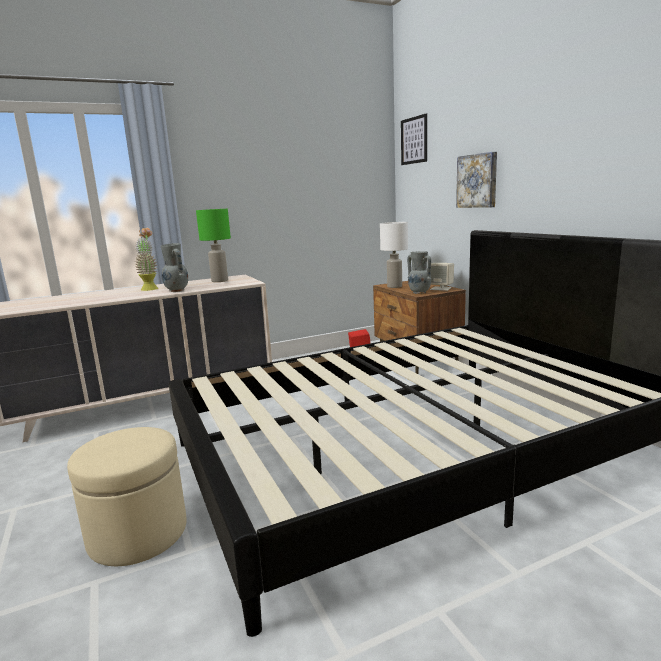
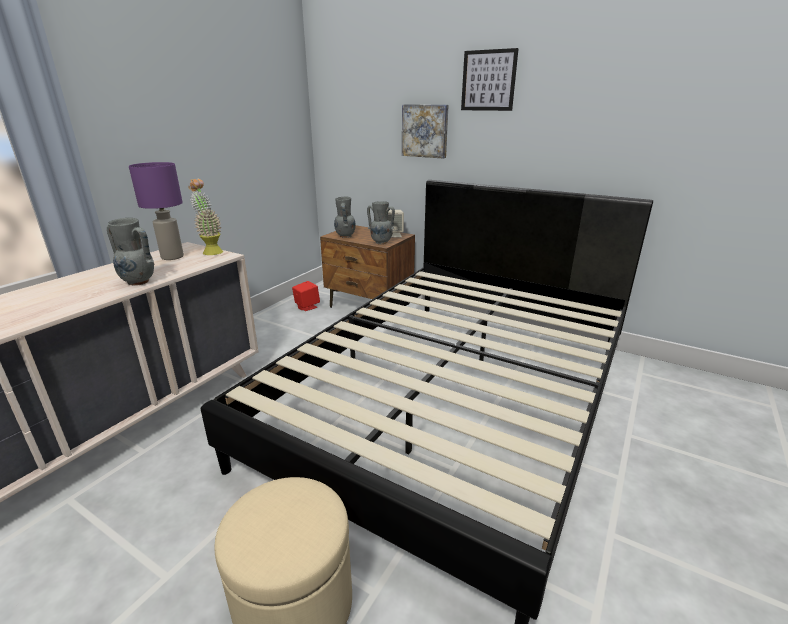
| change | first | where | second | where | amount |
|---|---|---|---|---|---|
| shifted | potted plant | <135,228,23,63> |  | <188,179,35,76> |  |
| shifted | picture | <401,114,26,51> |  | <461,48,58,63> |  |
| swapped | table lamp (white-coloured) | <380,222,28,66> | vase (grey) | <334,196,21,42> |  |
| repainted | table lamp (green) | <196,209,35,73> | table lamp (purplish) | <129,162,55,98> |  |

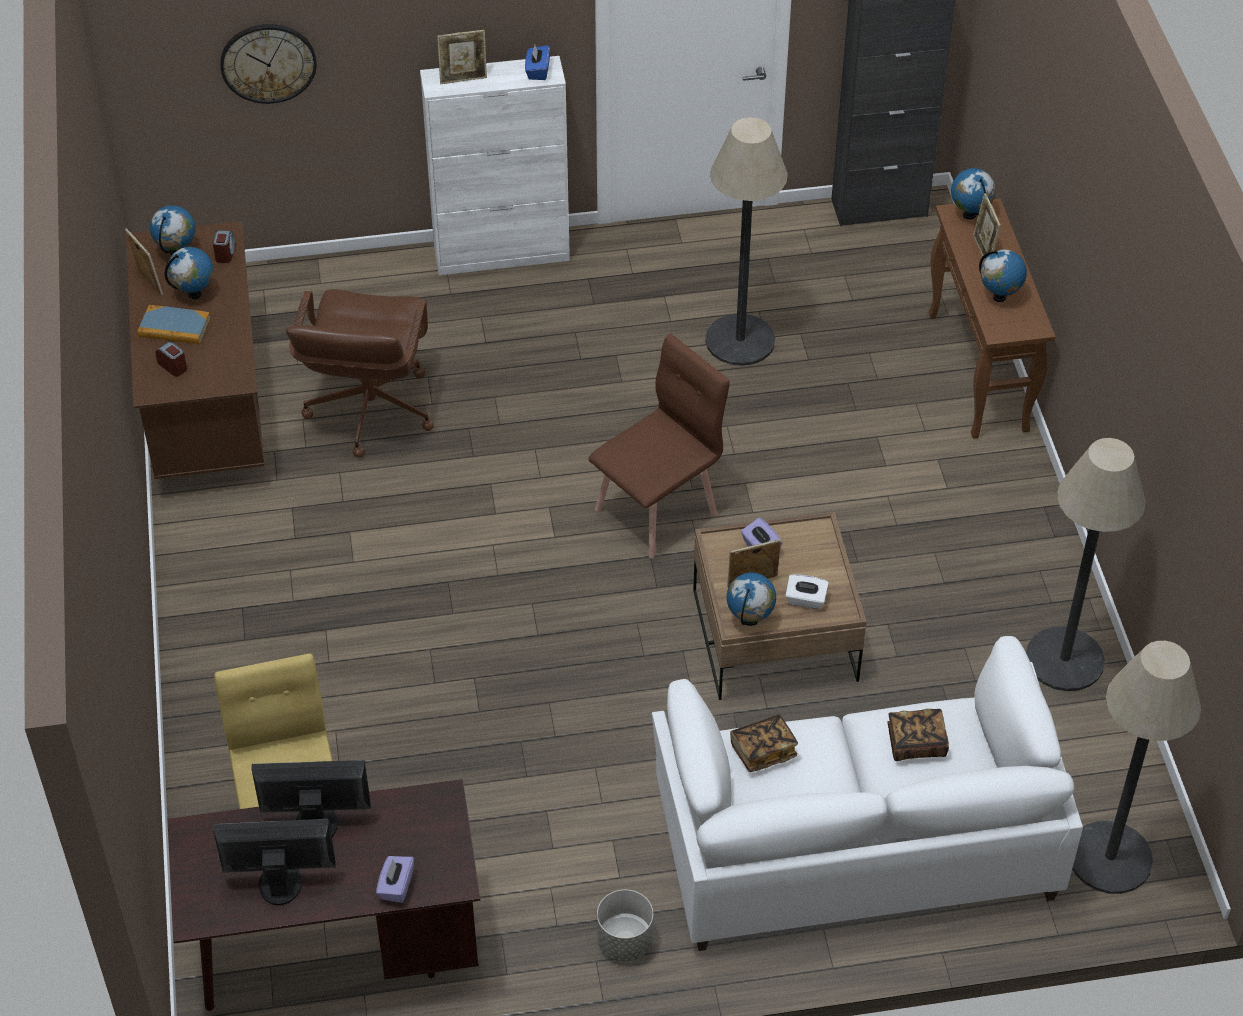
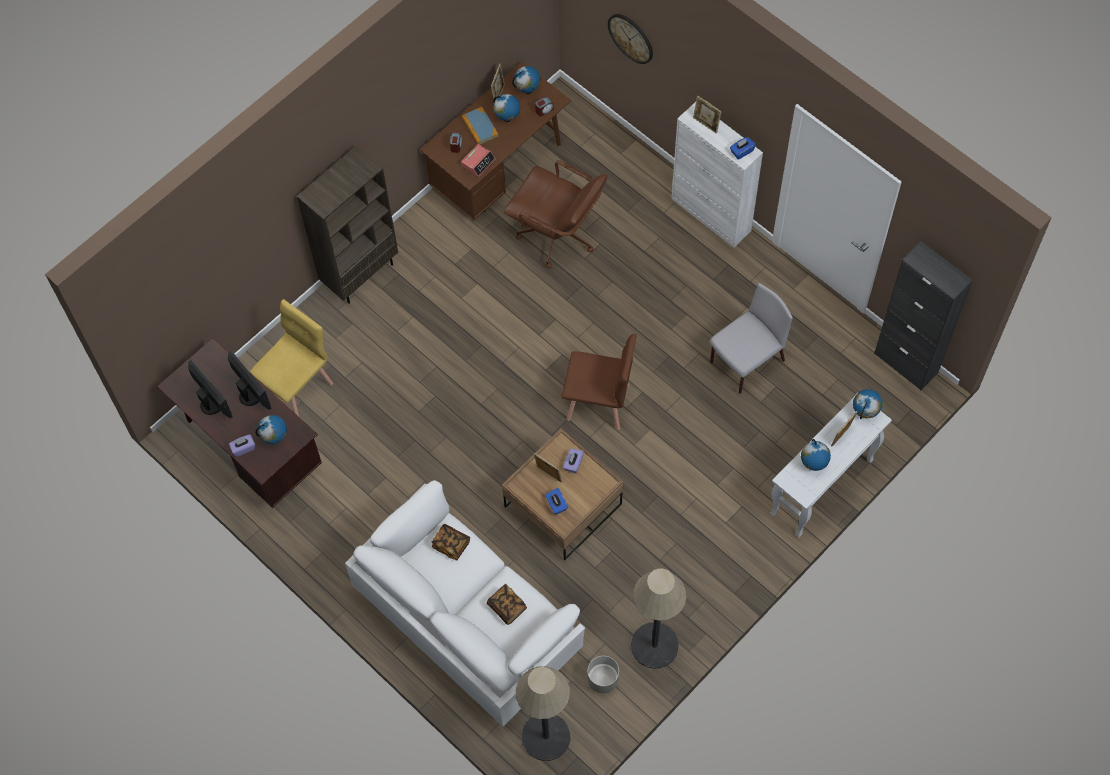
| change | first | where | second | where | amount |
|---|---|---|---|---|---|
| new |  |  | shelving unit (brown-coloured) | <297,146,101,158> |  |
| new |  |  | alarm clock | <461,144,35,33> |  |
| shifted | flower pot (grey) | <597,889,56,73> |  | <587,656,32,38> |  |
| shifted | desk globe | <727,573,49,53> |  | <256,415,31,29> |  |
| swapped | floor lamp | <705,117,83,249> | upright chair (grey) | <710,283,83,111> |  |
| repainted | tissue box (white-coloured) | <785,574,44,35> | tissue box (bluish) | <546,488,22,26> |  |
| repainted | narrow table (brown-coloured) | <929,199,126,240> | narrow table (white-coloured) | <770,395,122,142> |  |
| rotated | desk chair (brown-coloured) | <286,289,148,169> |  | <504,160,103,108> | 120 degrees counterclockwise |

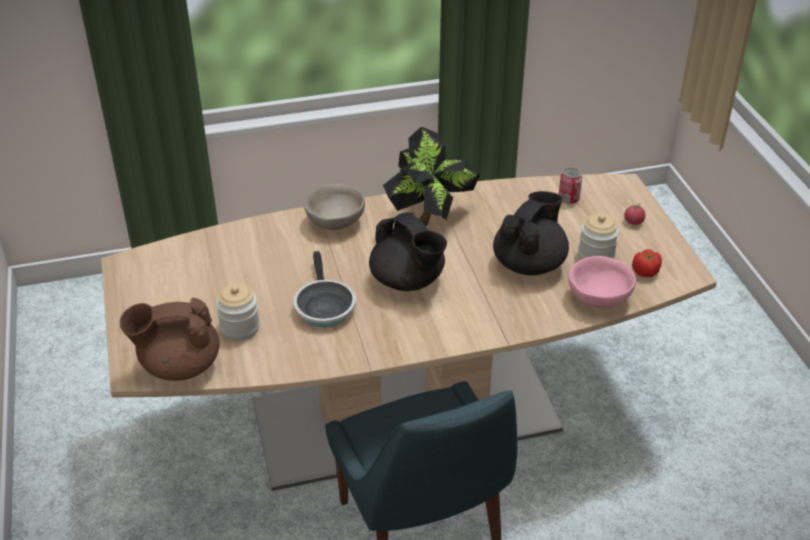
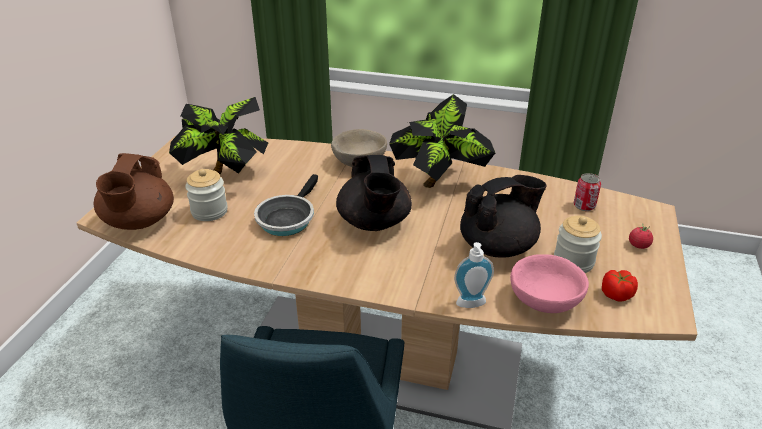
| change | first | where | second | where | amount |
|---|---|---|---|---|---|
| new |  |  | potted plant | <169,97,99,77> |  |
| new |  |  | soap bottle | <454,242,40,66> |  |
| rotated | teapot (brown-coloured) | <120,298,100,83> |  | <94,153,80,77> | 105 degrees counterclockwise |

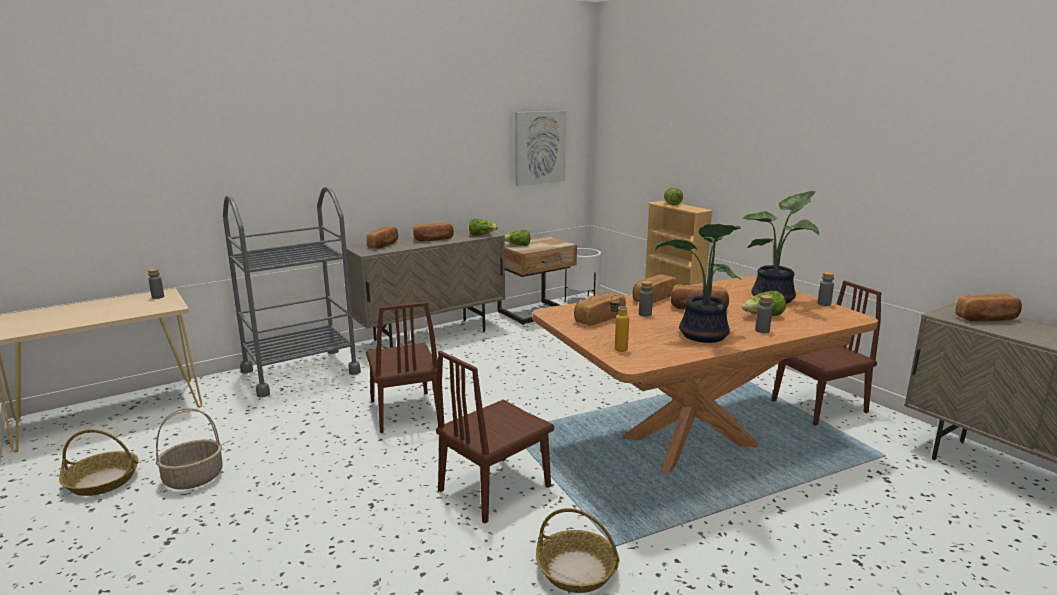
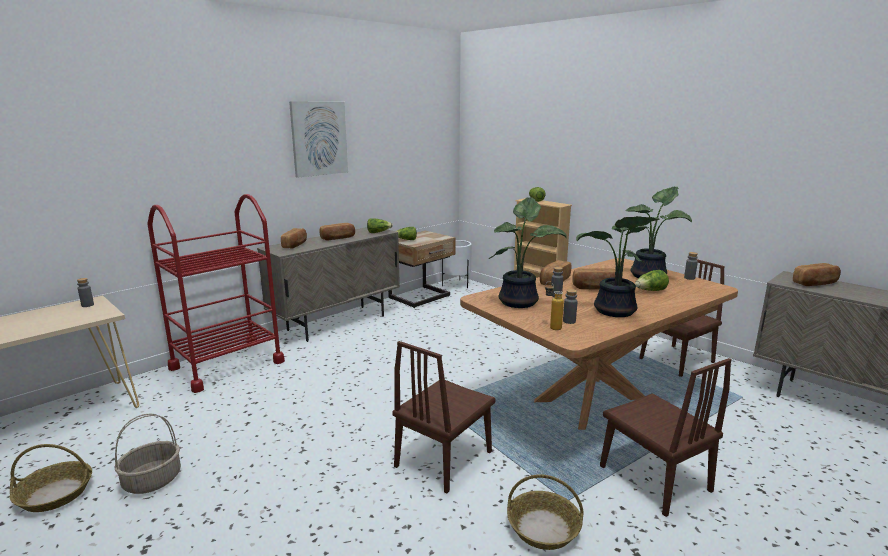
| change | first | where | second | where | amount |
|---|---|---|---|---|---|
| shifted | upright chair (brown-coloured) | <366,302,72,131> |  | <600,358,132,159> |  |
| shifted | picture | <515,111,51,75> |  | <289,102,59,75> |  |
| shifted | bottle (grey) | <755,295,17,38> |  | <563,289,14,35> |  |
| swapped | bakery bread | <574,292,52,34> | potted plant | <489,197,78,111> |  |
| repainted | cart (grey) | <223,187,138,210> | cart (red) | <147,194,138,199> |  |

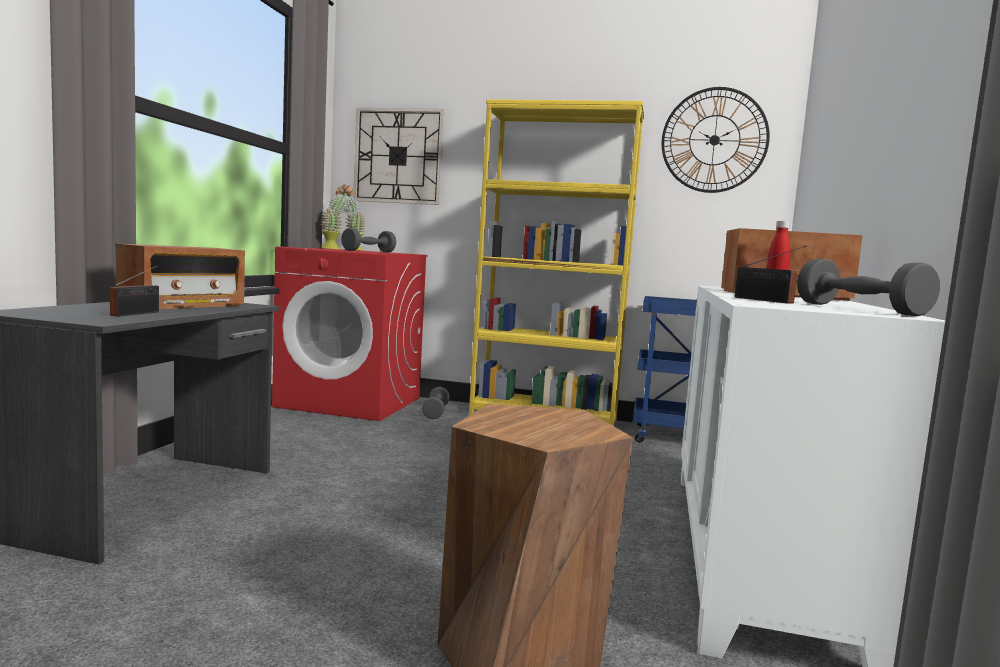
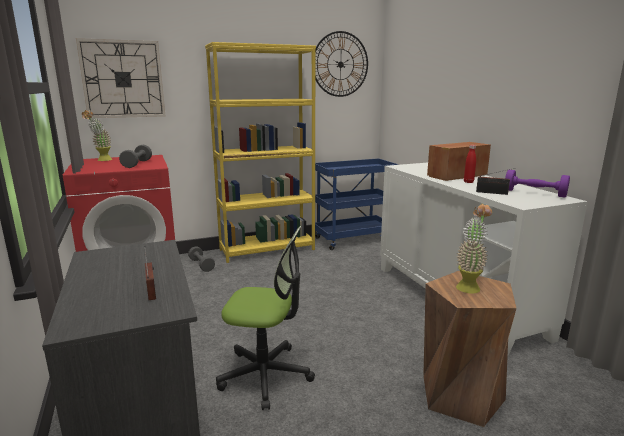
| change | first | where | second | where | amount |
|---|---|---|---|---|---|
| gone | radio set | <116,244,129,65> |  |  |  |
| new |  |  | desk chair | <216,226,99,184> |  |
| shifted | potted plant | <320,184,34,65> |  | <456,204,36,90> |  |
| repainted | hand weight (grey) | <797,259,143,58> | hand weight (purplish) | <505,170,65,27> |  |

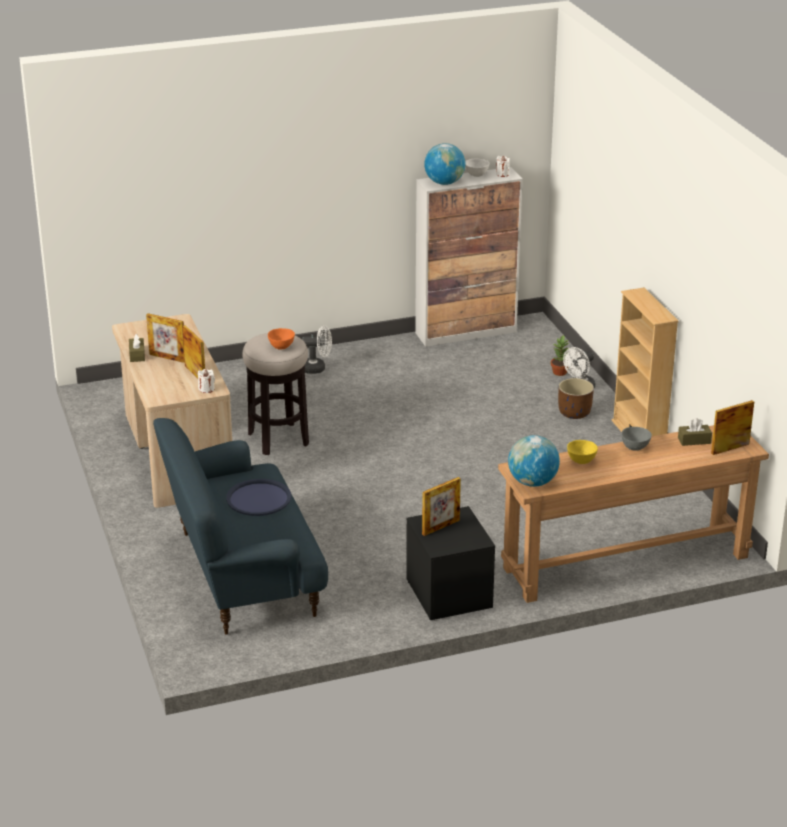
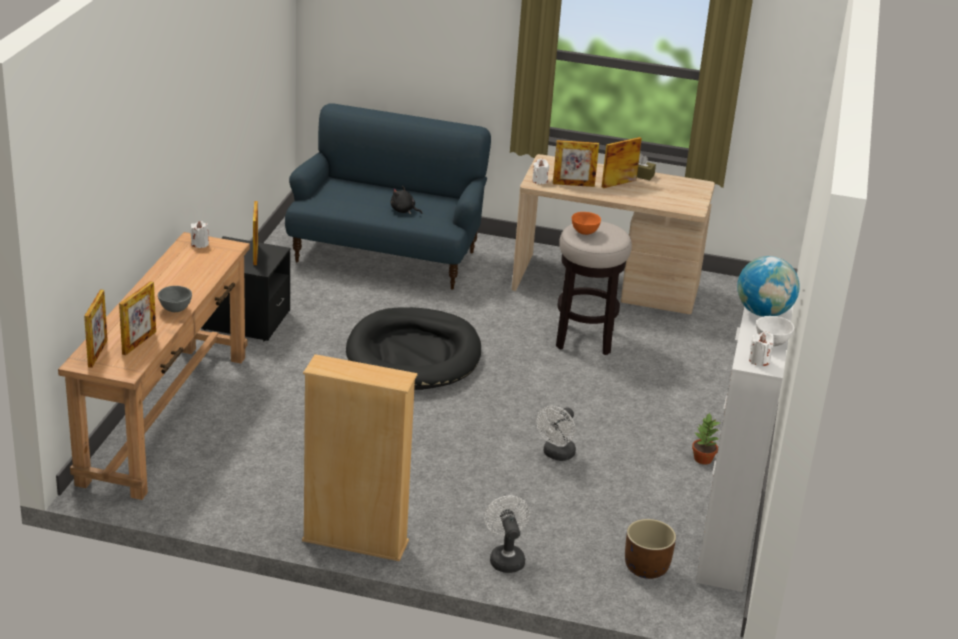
| change | first | where | second | where | amount |
|---|---|---|---|---|---|
| gone | deep dish (yellow) | <567,440,31,24> |  |  |  |
| new |  |  | dog cushion (blackish) | <346,307,135,83> |  |
| shifted | cooling fan (white-coloured) | <302,325,30,49> |  | <536,406,40,55> |  |
| shifted | potted plant | <551,335,18,41> |  | <692,412,28,52> |  |
| shifted | flower pot (brown-coloured) | <558,378,36,41> |  | <625,519,51,60> |  |
| swapped | serving tray (bluish) | <226,479,65,37> | cuddly toy (blackish) | <390,186,33,28> |  |
| swapped | desk globe | <508,435,52,52> | wax candle (white-coloured) | <191,221,18,27> |  |
| swapped | tissue box (brown-coloured) | <678,418,34,28> | standing frame | <119,281,37,74> |  |

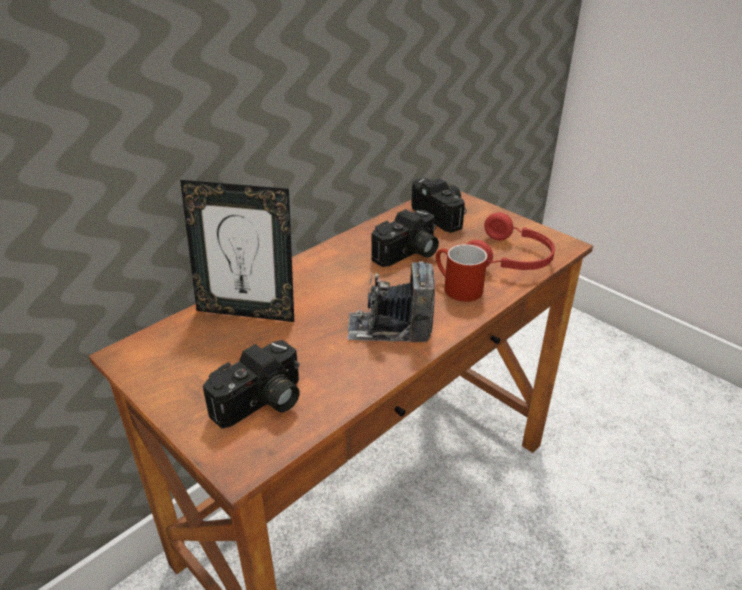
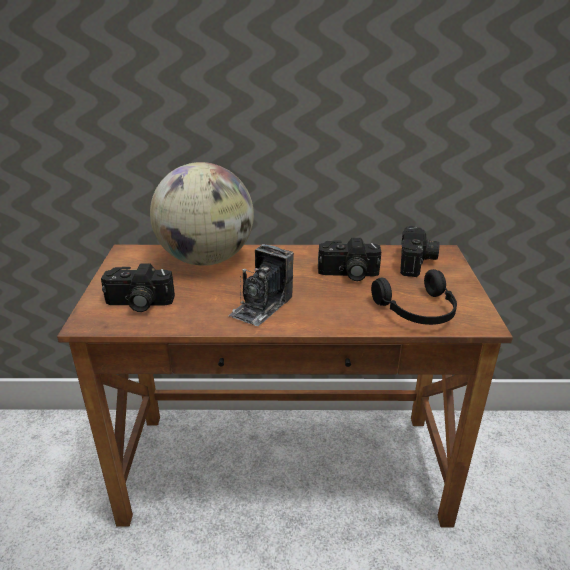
| change | first | where | second | where | amount |
|---|---|---|---|---|---|
| gone | coffee mug (red) | <436,244,52,58> |  |  |  |
| swapped | standing frame | <180,180,114,142> | desk globe | <150,162,104,104> |  |
| repainted | pair of headphones (red) | <467,212,88,58> | pair of headphones (blackish) | <371,269,86,56> |  |
| rotated | still camera | <348,261,87,82> |  | <228,244,66,82> | 105 degrees counterclockwise |

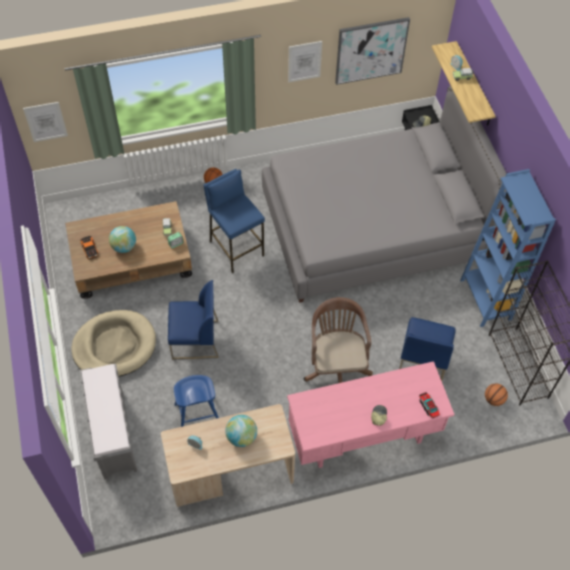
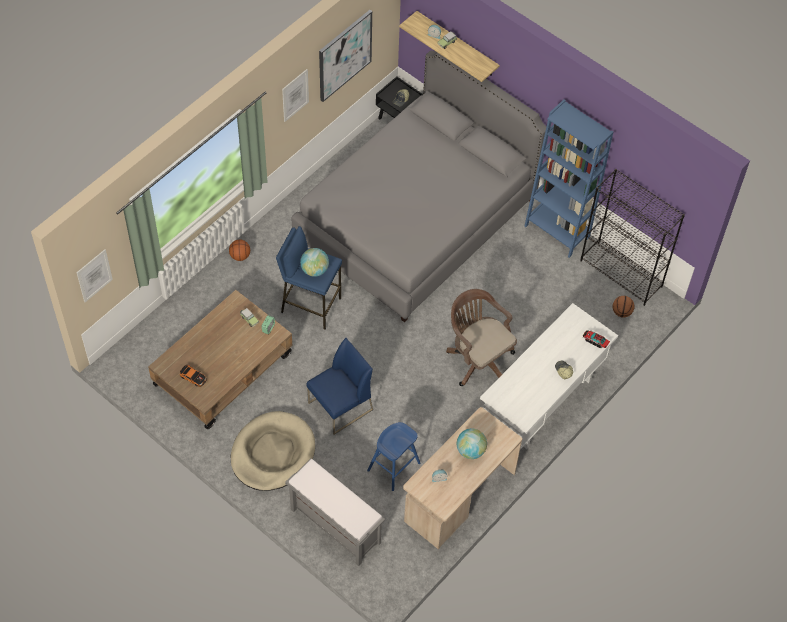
| change | first | where | second | where | amount |
|---|---|---|---|---|---|
| gone | upright chair (bluish) | <399,317,57,64> |  |  |  |
| shifted | desk globe | <109,226,27,27> |  | <300,248,29,29> |  |
| repainted | desk table (pink) | <287,361,167,107> | desk table (white-coloured) | <480,303,138,147> |  |

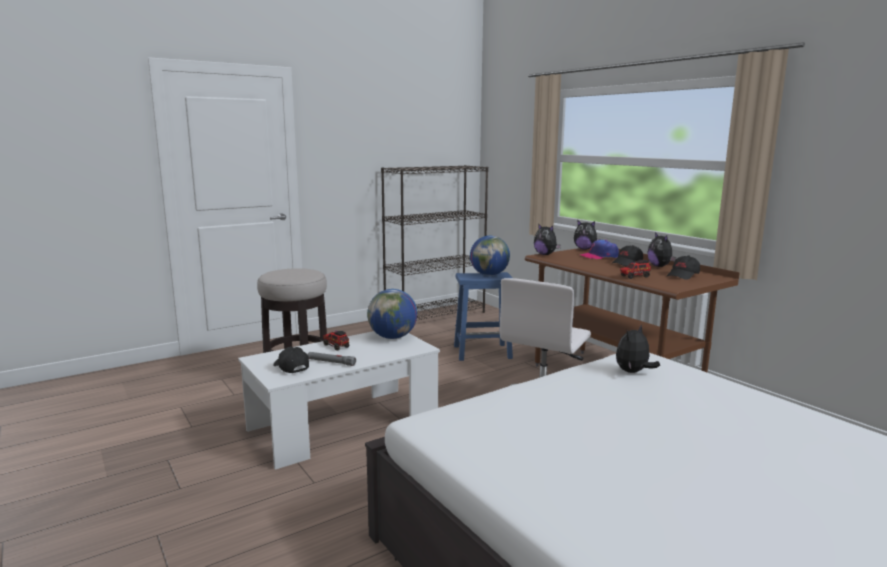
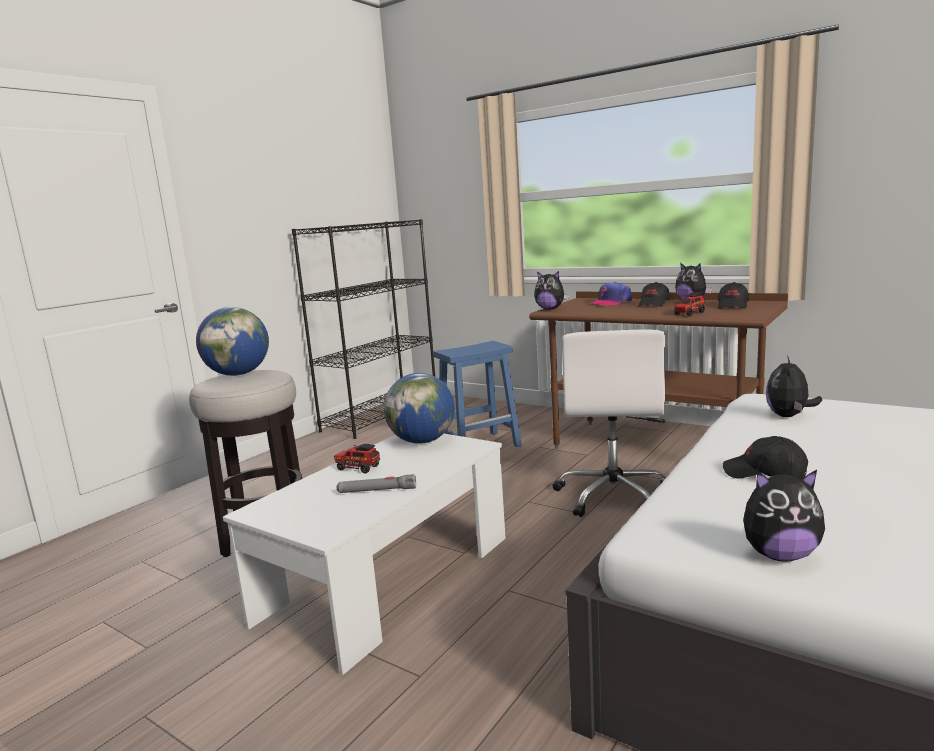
| change | first | where | second | where | amount |
|---|---|---|---|---|---|
| shifted | baseball cap (blackish) | <273,347,36,26> |  | <723,436,85,43> |  |
| shifted | desk globe | <470,236,40,40> |  | <196,307,73,69> |  |
| shifted | cuddly toy | <574,220,26,30> |  | <743,470,82,92> |  |

